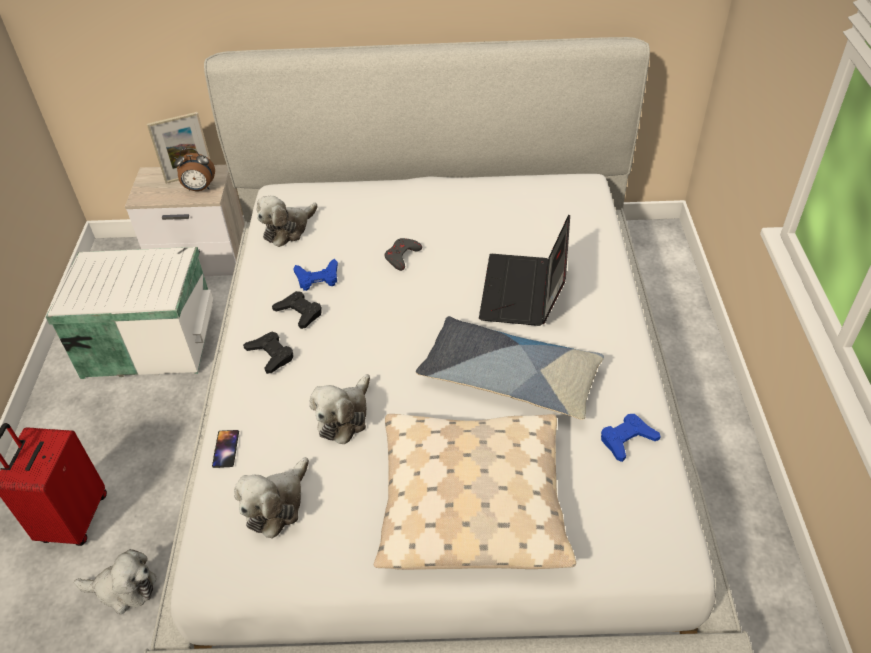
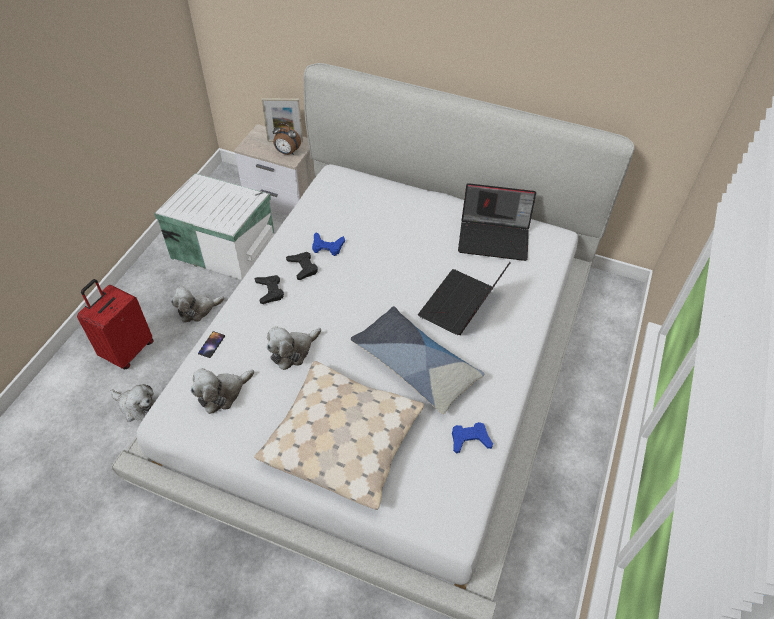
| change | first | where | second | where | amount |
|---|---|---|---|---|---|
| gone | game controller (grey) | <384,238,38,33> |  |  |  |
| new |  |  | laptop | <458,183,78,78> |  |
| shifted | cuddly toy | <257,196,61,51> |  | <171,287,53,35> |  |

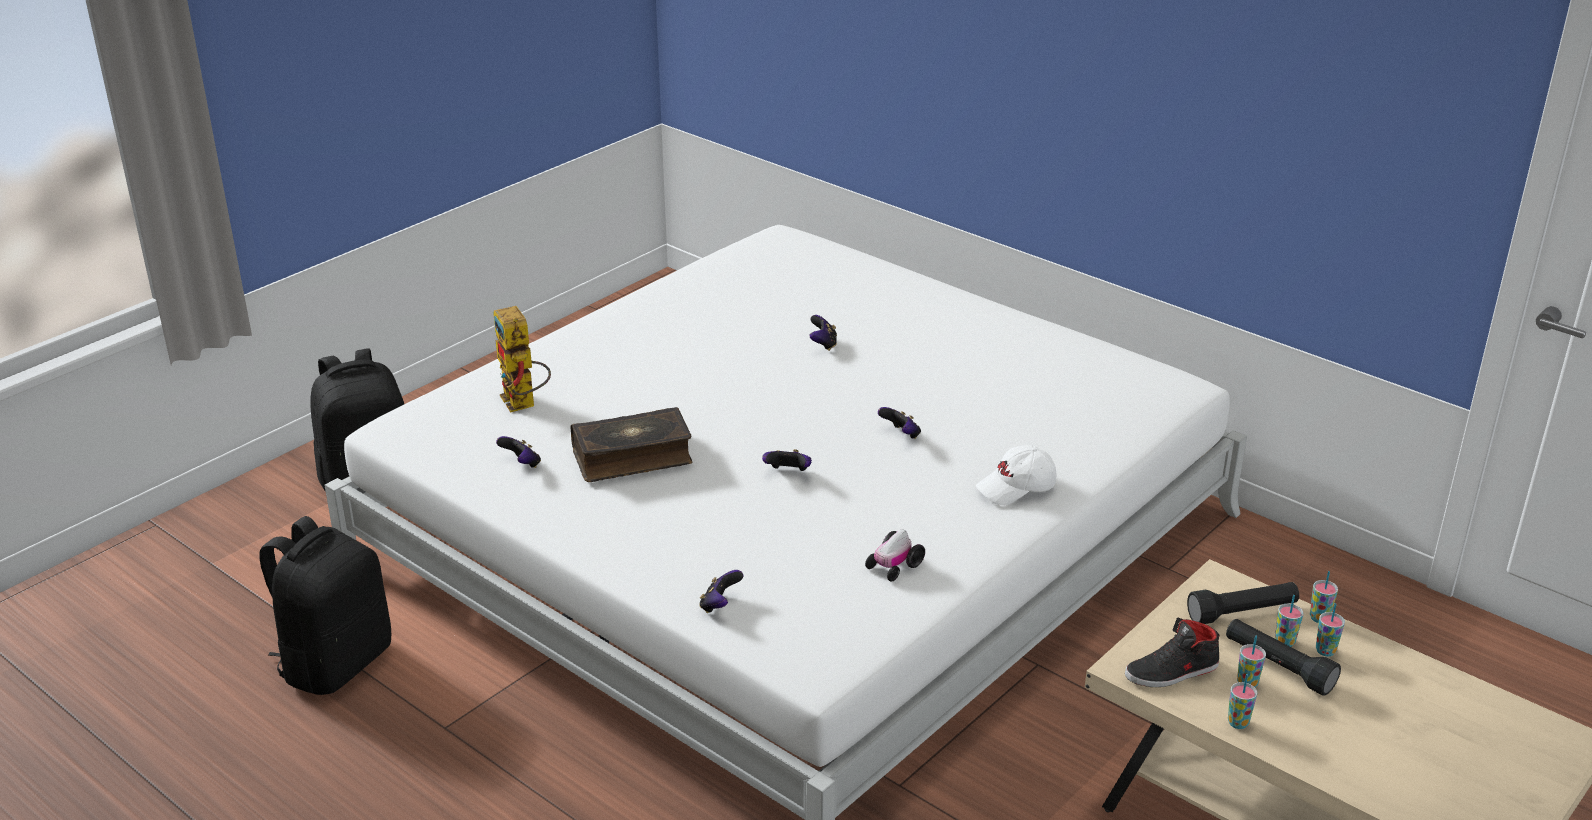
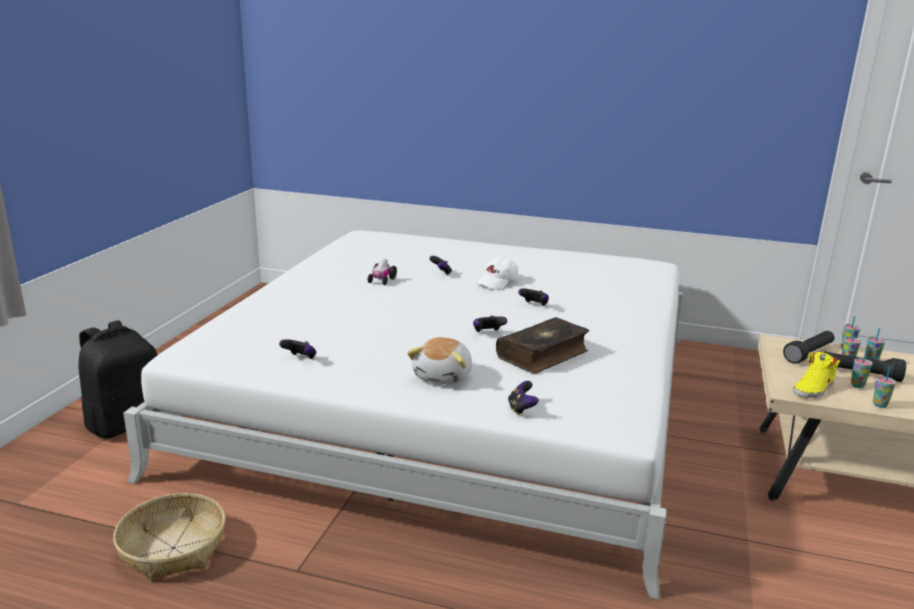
| change | first | where | second | where | amount |
|---|---|---|---|---|---|
| gone | robot figure | <493,306,58,107> |  |  |  |
| new |  |  | cuddly toy | <407,337,65,48> |  |
| shifted | bound book | <571,407,122,75> |  | <496,317,94,56> |  |
| shifted | model car | <865,529,60,53> |  | <368,259,29,26> |  |
| shifted | baseball cap (white-coloured) | <976,445,80,60> |  | <476,257,42,32> |  |
| swapped | backpack (blackish) | <259,516,132,179> | storage basket | <113,493,113,89> |  |
| repainted | item of footwear (blackish) | <1125,617,95,70> | item of footwear (yellow) | <793,352,47,46> |  |

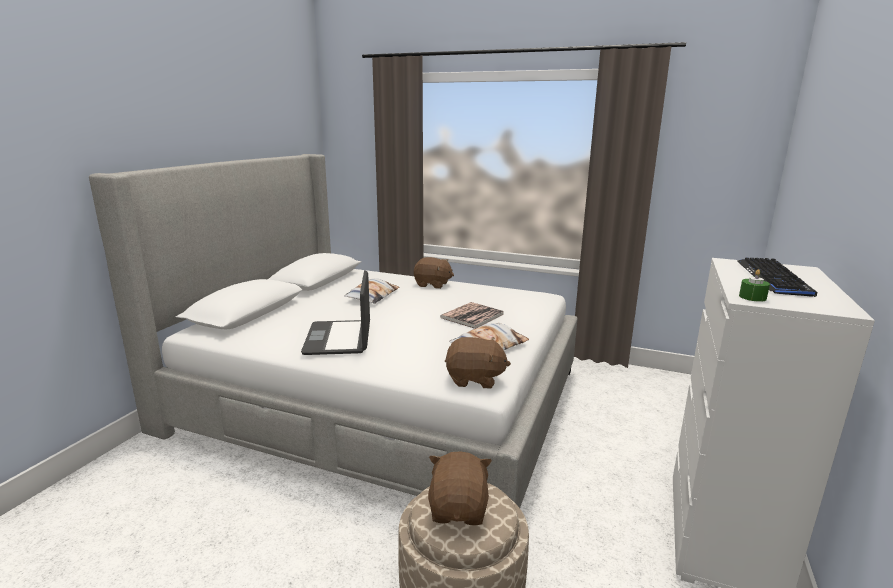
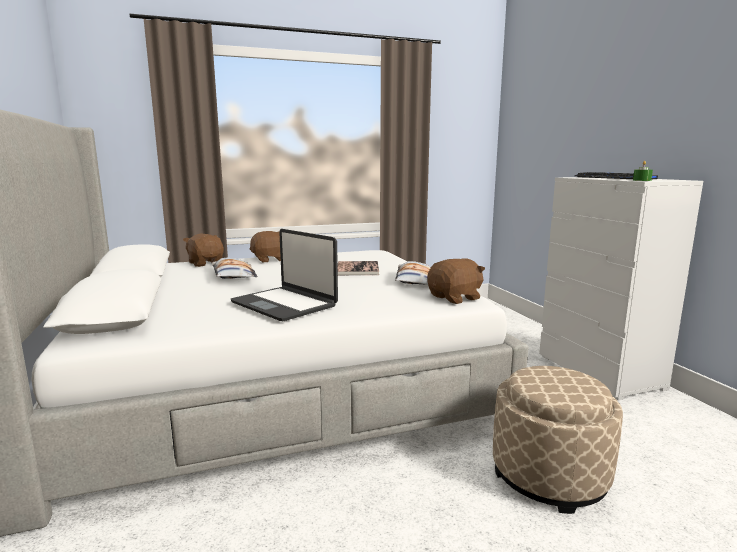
| change | first | where | second | where | amount |
|---|---|---|---|---|---|
| shifted | cuddly toy (brown-coloured) | <428,451,64,74> |  | <183,233,41,34> |  |

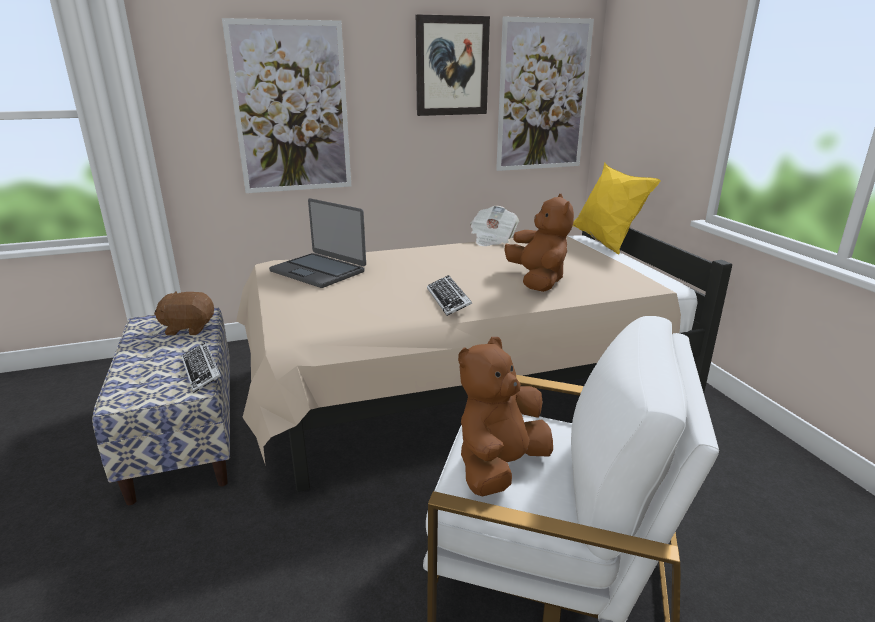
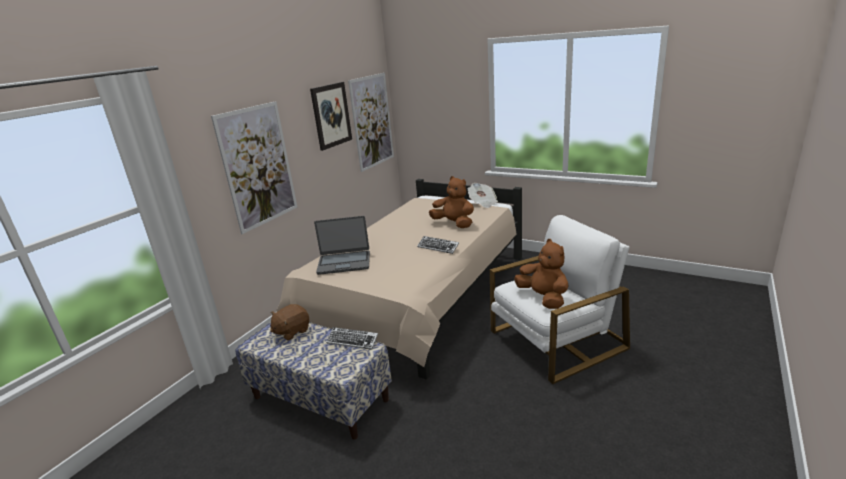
| change | first | where | second | where | amount |
|---|---|---|---|---|---|
| gone | throw pillow (yellow) | <573,162,88,93> |  |  |  |
| shifted | printed paper | <470,206,49,40> |  | <467,183,31,25> |  |
| rotated | cuddly toy (brown-coloured) | <458,337,95,159> |  | <514,239,55,70> | 150 degrees clockwise |

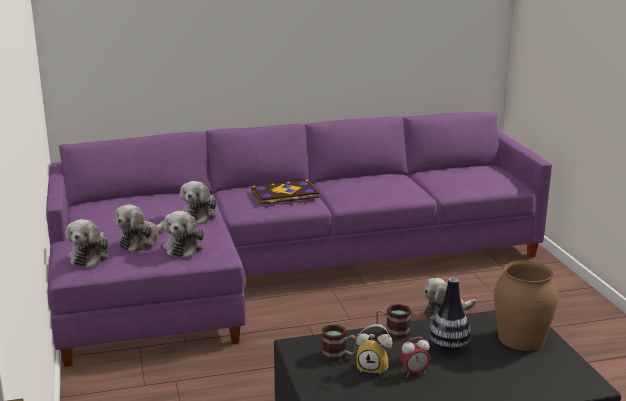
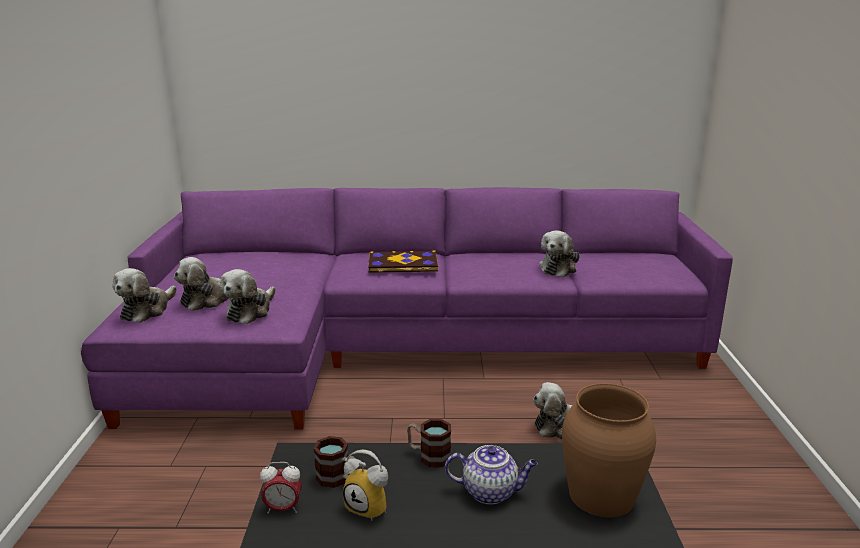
| change | first | where | second | where | amount |
|---|---|---|---|---|---|
| shifted | cuddly toy | <180,181,37,43> |  | <539,231,41,46> |  |
| shifted | alarm clock | <400,337,30,40> |  | <260,462,42,52> |  |
| swapped | vase | <429,278,42,74> | teapot | <445,445,93,59> |  |

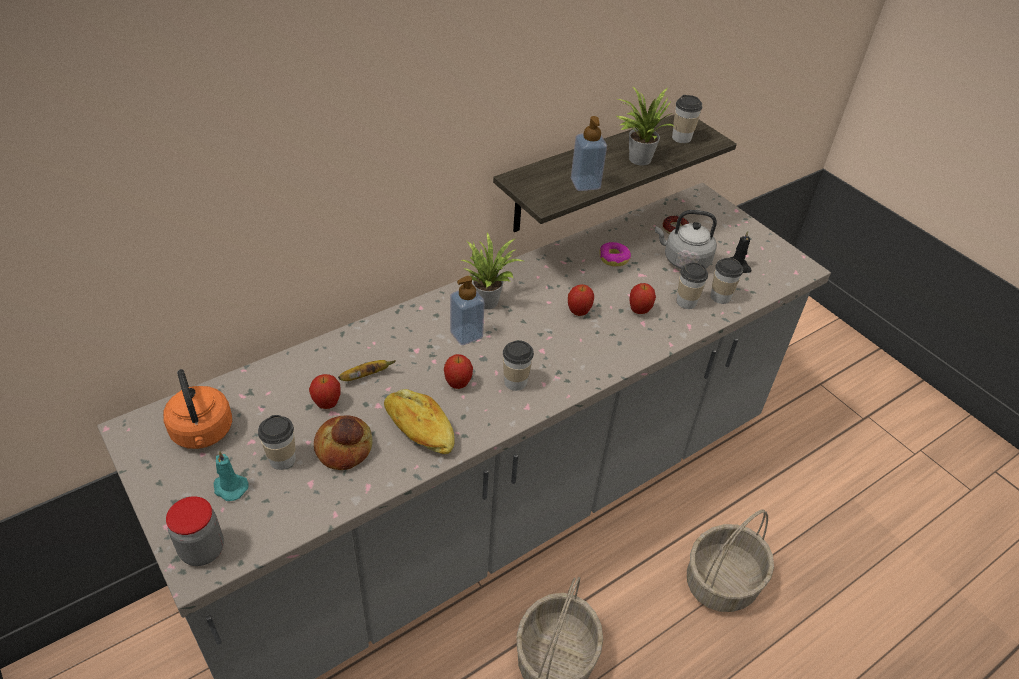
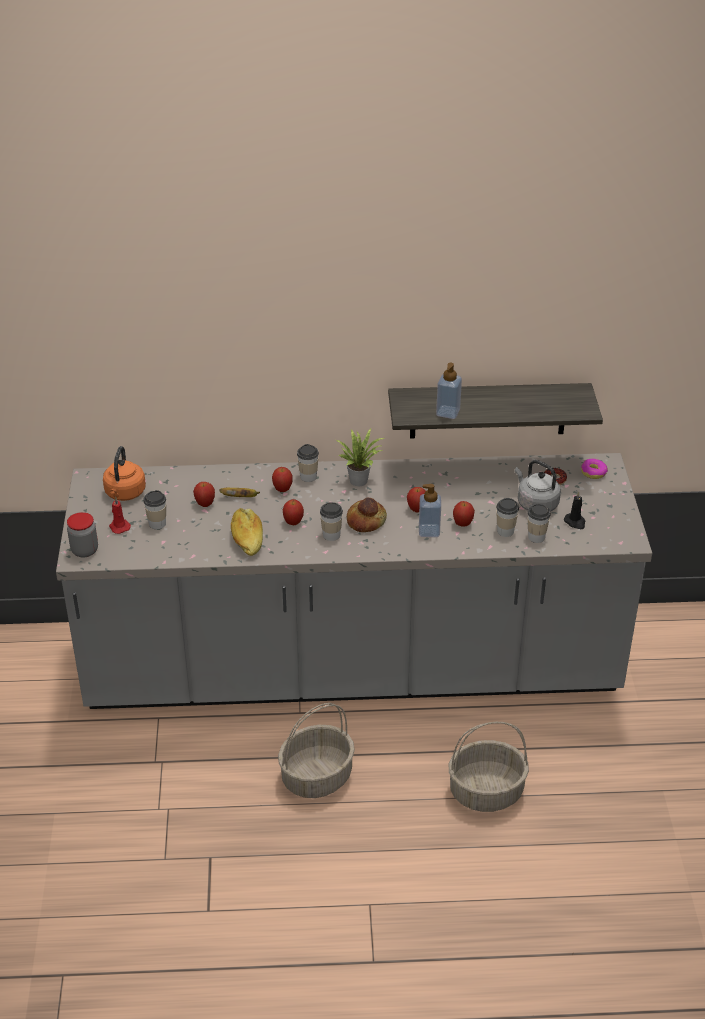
| change | first | where | second | where | amount |
|---|---|---|---|---|---|
| gone | potted plant | <616,86,58,79> |  |  |  |
| new |  |  | whole apple | <272,467,21,25> |  |
| shifted | bakery bread | <314,416,59,54> |  | <347,498,40,34> |  |
| shifted | soap bottle | <450,276,35,69> |  | <419,484,22,53> |  |
| shifted | donut | <600,242,31,24> |  | <581,459,27,20> |  |
| shifted | small cup | <672,95,30,48> |  | <297,444,22,38> |  |
| repainted | wax candle (blue-green) | <214,451,35,50> | wax candle (red) | <109,497,22,37> |  |

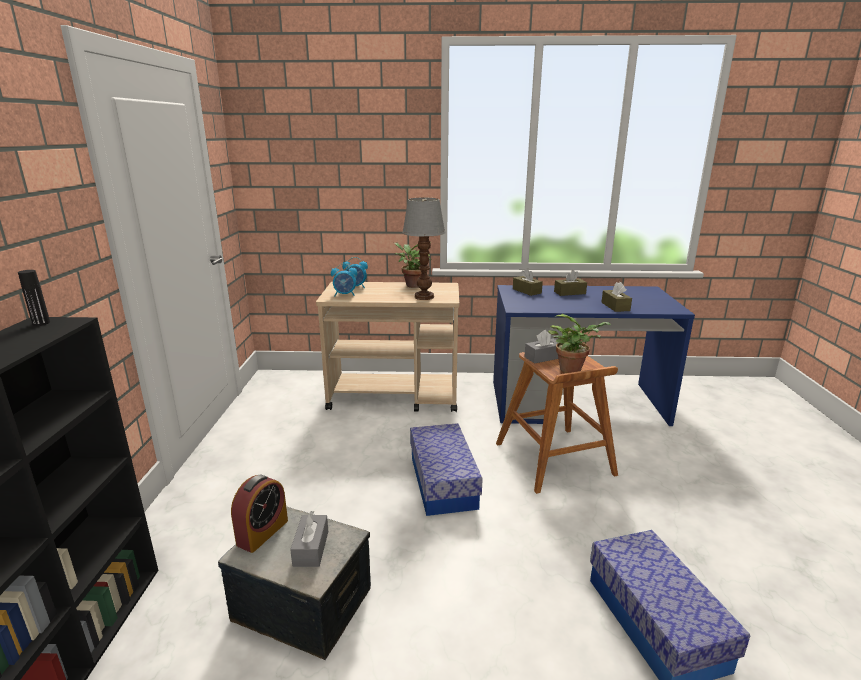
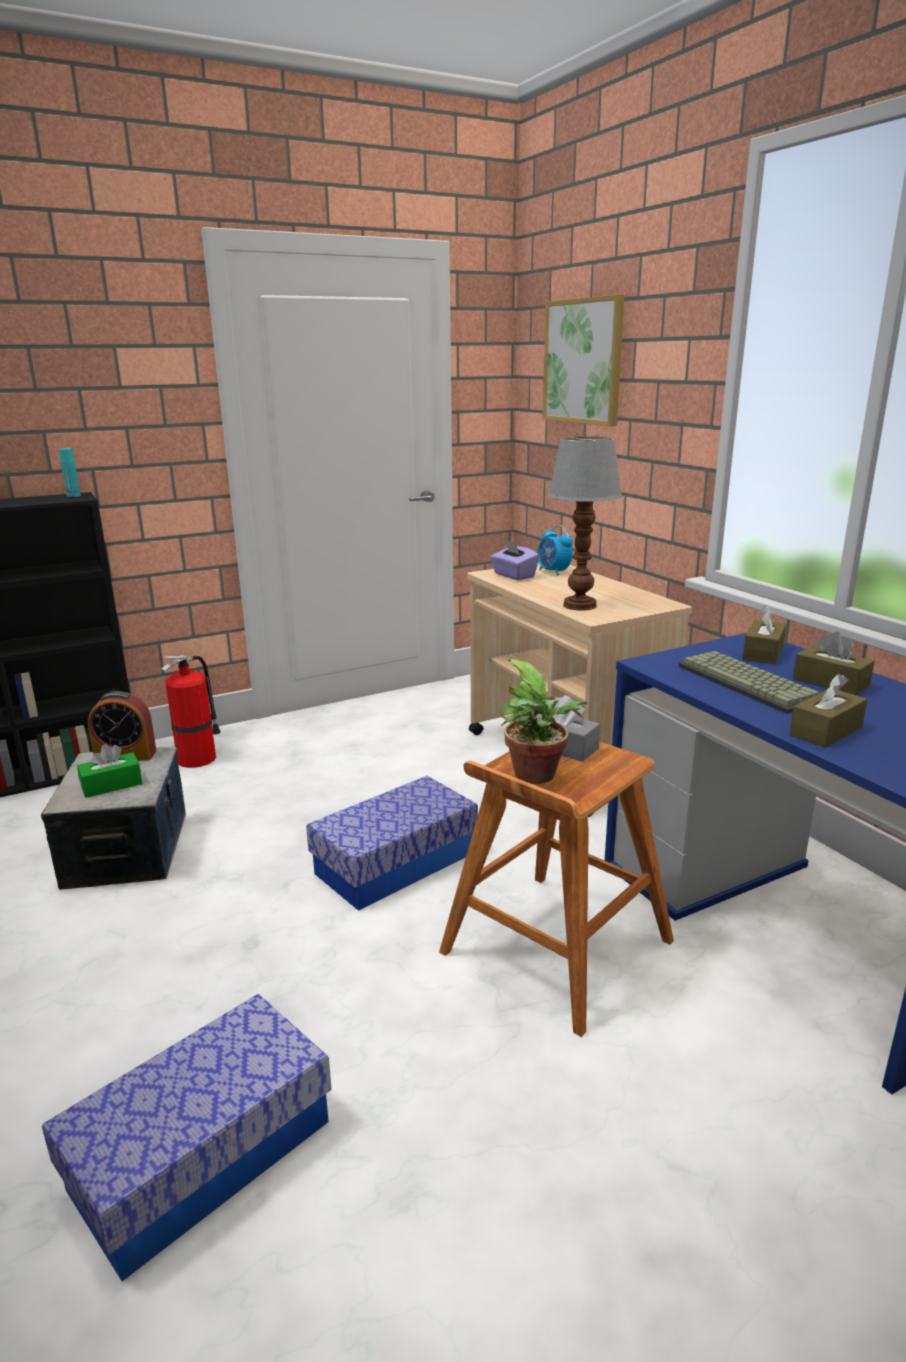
| change | first | where | second | where | amount |
|---|---|---|---|---|---|
| gone | potted plant | <394,242,37,46> |  |  |  |
| new |  |  | extinguisher | <162,655,59,113> |  |
| new |  |  | picture | <543,294,82,132> |  |
| new |  |  | computer keyboard | <679,651,141,63> |  |
| swapped | alarm clock | <331,263,27,33> | tissue box (purplish) | <490,540,49,40> |  |
| repainted | bottle (blackish) | <18,270,32,56> | bottle (blue-green) | <59,448,22,49> |  |
| repainted | tissue box (grey) | <290,511,38,56> | tissue box (green) | <77,744,65,54> |  |

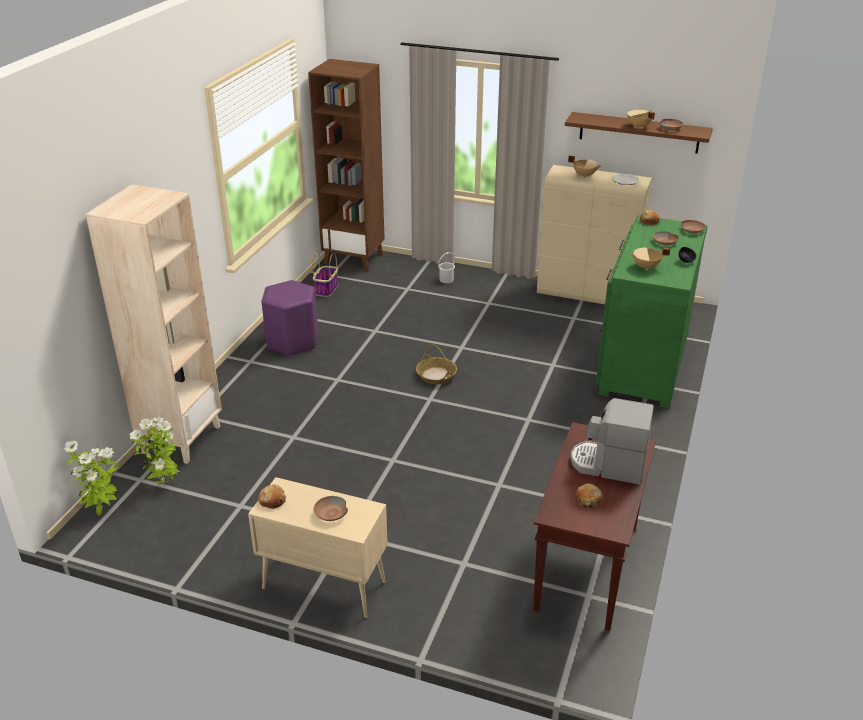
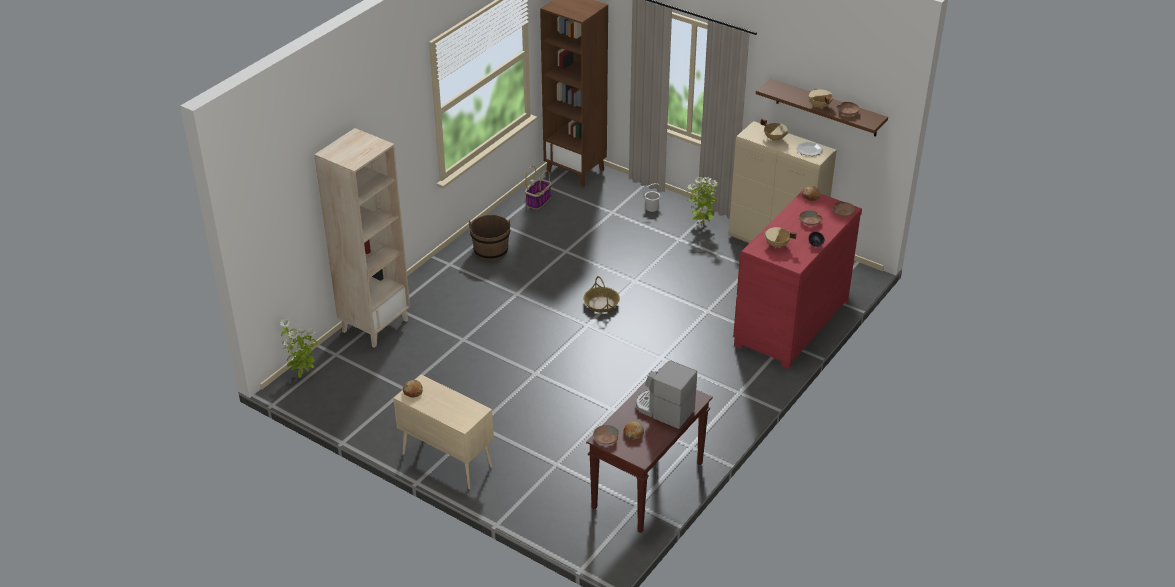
| change | first | where | second | where | amount |
|---|---|---|---|---|---|
| shifted | potted plant | <129,417,50,69> |  | <687,177,31,50> |  |
| shifted | deep dish (brown-coloured) | <313,496,35,25> |  | <593,425,26,20> |  |
| swapped | stool (purplish) | <261,280,57,77> | water bucket (brown-coloured) | <469,215,42,46> |  |
| repainted | chest of drawers (green) | <596,215,112,193> | chest of drawers (red) | <733,191,129,178> |  |

